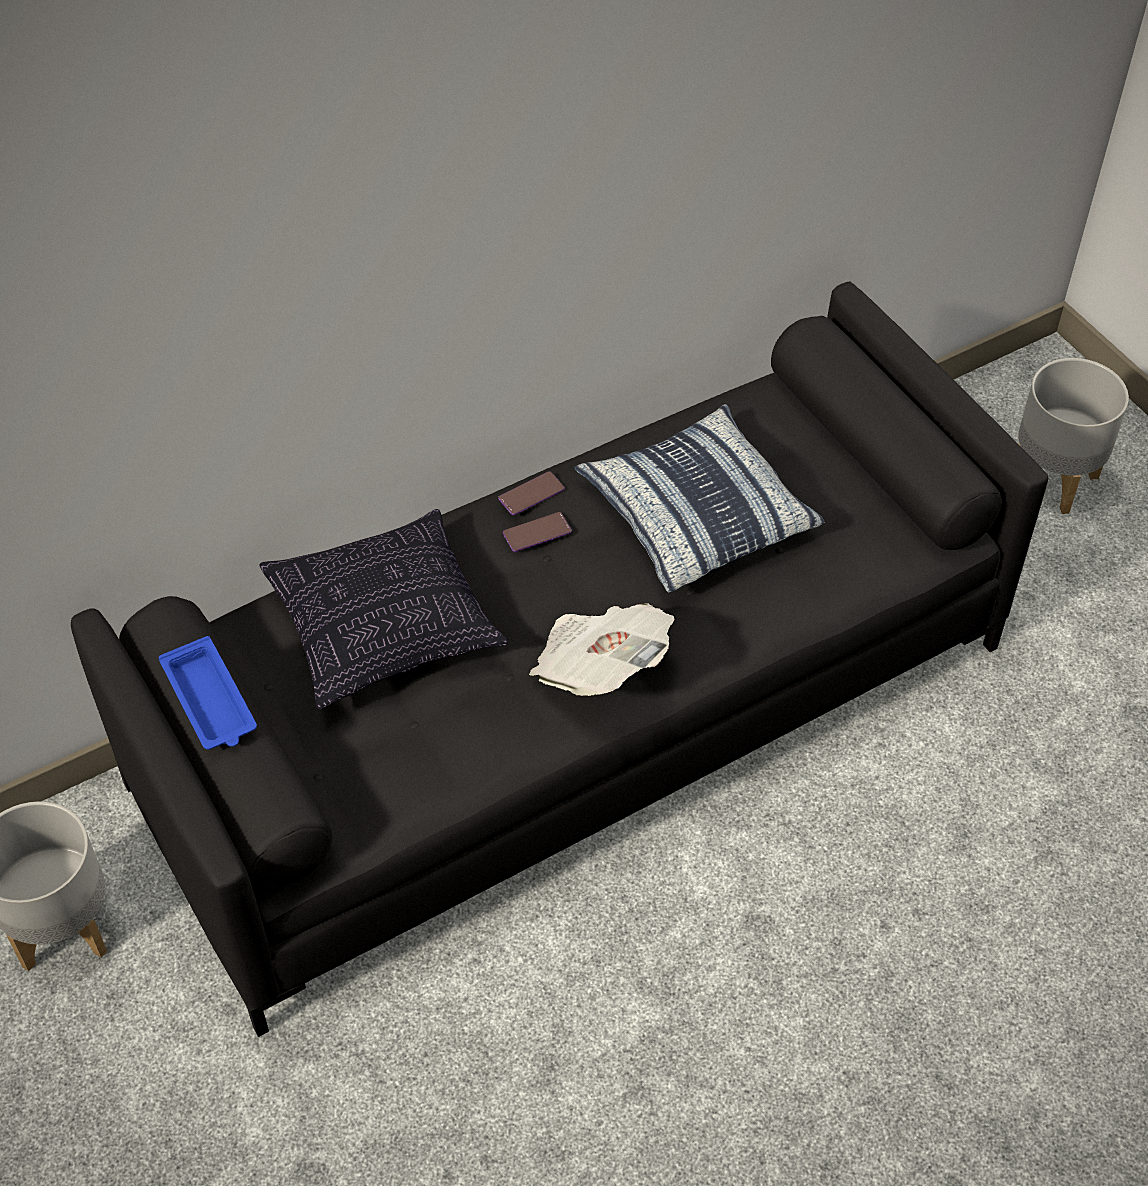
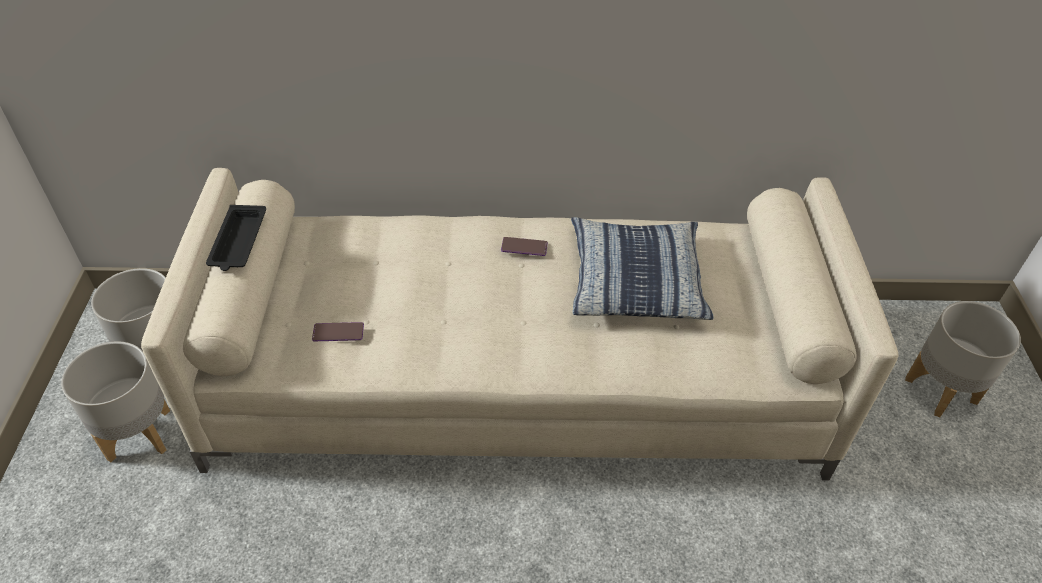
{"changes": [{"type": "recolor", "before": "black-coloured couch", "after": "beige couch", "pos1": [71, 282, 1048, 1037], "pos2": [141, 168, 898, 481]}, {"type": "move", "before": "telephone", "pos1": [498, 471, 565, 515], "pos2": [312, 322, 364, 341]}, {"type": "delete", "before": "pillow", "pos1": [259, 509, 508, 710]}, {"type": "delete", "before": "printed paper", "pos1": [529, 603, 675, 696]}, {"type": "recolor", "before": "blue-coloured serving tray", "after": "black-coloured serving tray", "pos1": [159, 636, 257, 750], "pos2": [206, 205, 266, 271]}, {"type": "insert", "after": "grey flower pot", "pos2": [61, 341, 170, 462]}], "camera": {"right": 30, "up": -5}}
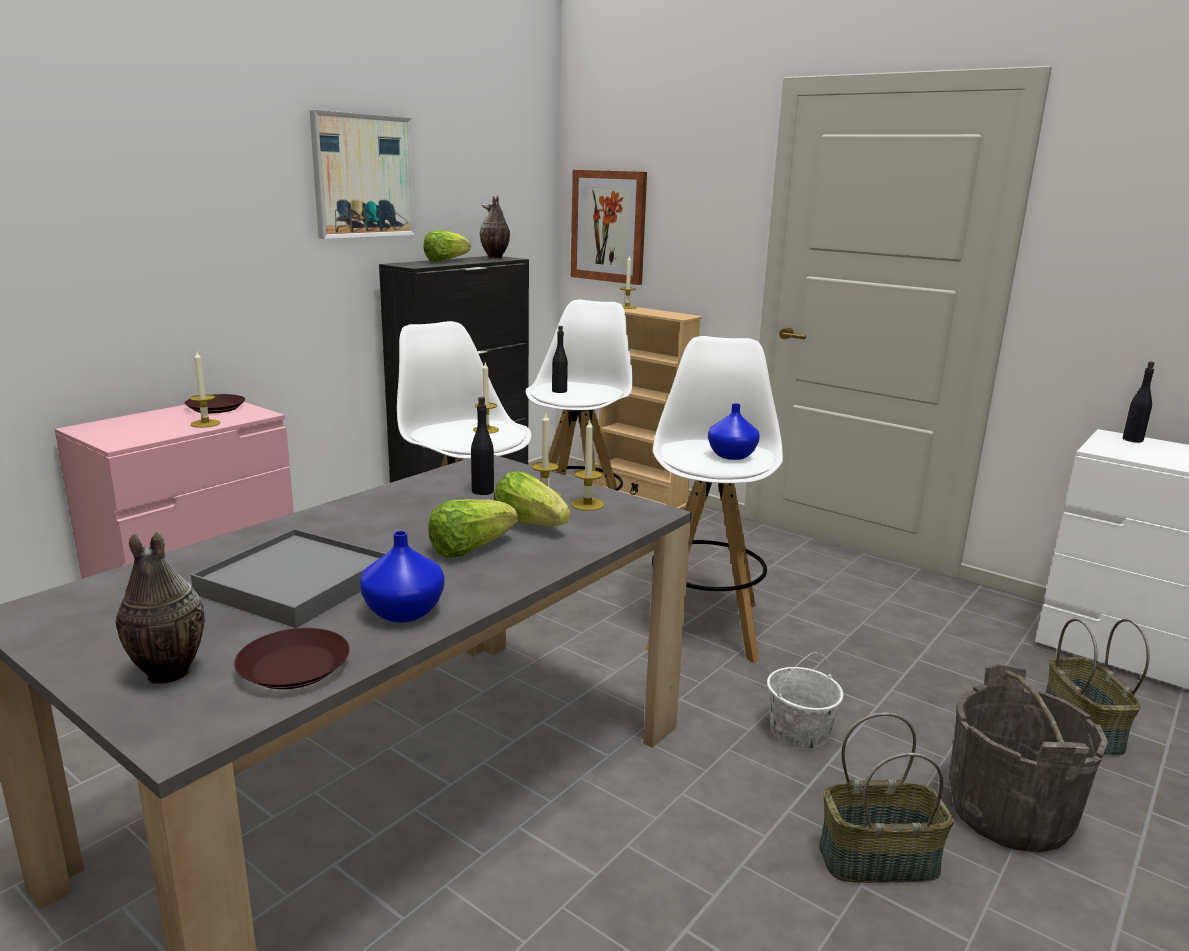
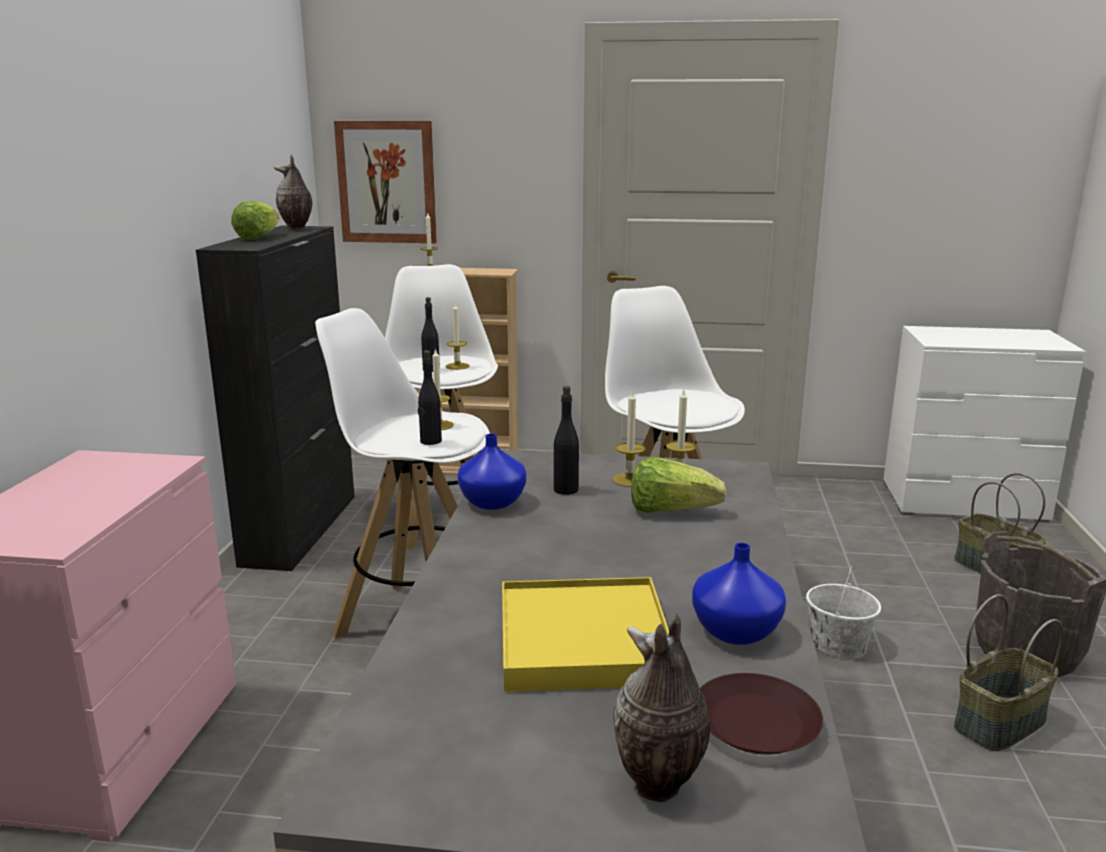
{"changes": [{"type": "delete", "before": "wall picture", "pos1": [309, 110, 416, 239]}, {"type": "move", "before": "candle", "pos1": [189, 352, 221, 428], "pos2": [446, 303, 470, 370]}, {"type": "move", "before": "black-coloured beverage bottle", "pos1": [1123, 362, 1155, 442], "pos2": [418, 350, 442, 445]}, {"type": "delete", "before": "brownish flat dish", "pos1": [185, 394, 245, 413]}, {"type": "move", "before": "blue-coloured decorative vase", "pos1": [708, 403, 760, 460], "pos2": [457, 434, 526, 510]}, {"type": "delete", "before": "head of lettuce", "pos1": [428, 499, 518, 558]}, {"type": "recolor", "before": "grey serving tray", "after": "yellowish serving tray", "pos1": [191, 529, 386, 628], "pos2": [502, 577, 669, 692]}], "camera": {"right": -30, "up": 0}}
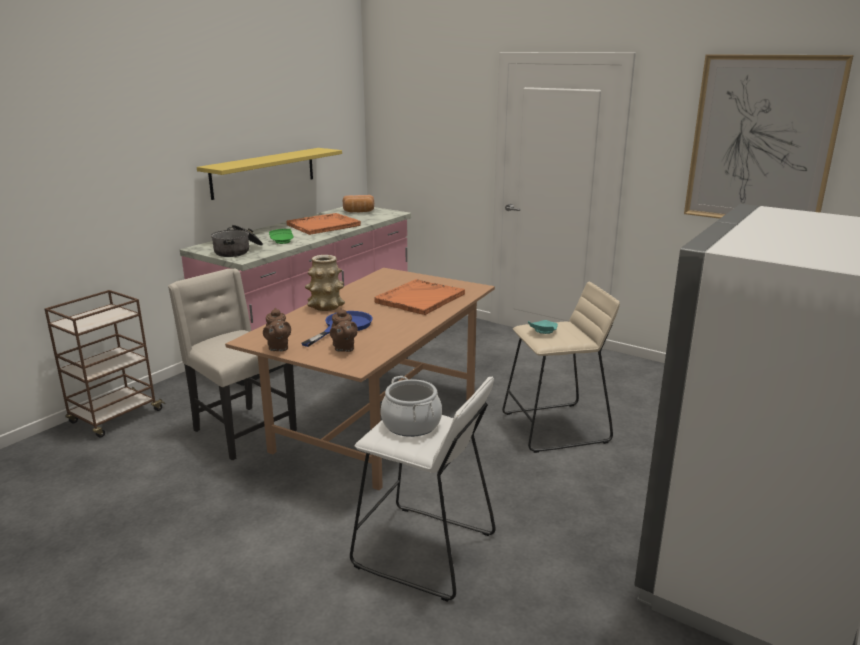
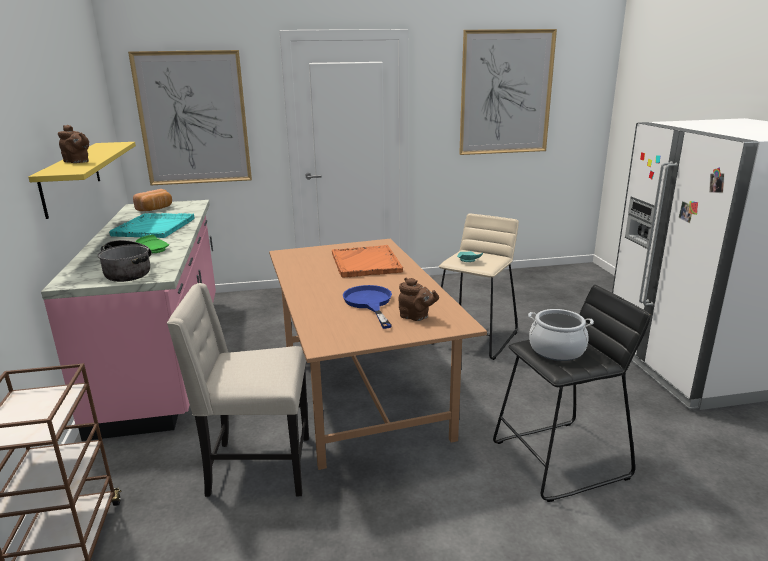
{"changes": [{"type": "recolor", "before": "orange-coloured serving tray", "after": "turquoise-coloured serving tray", "pos1": [287, 213, 361, 235], "pos2": [109, 213, 195, 238]}, {"type": "delete", "before": "decorative vase", "pos1": [305, 255, 345, 311]}, {"type": "move", "before": "brownish tea pot", "pos1": [263, 308, 291, 351], "pos2": [58, 125, 89, 163]}, {"type": "recolor", "before": "white-coloured stool", "after": "black-coloured stool", "pos1": [350, 376, 496, 602], "pos2": [493, 285, 651, 502]}, {"type": "insert", "after": "wall picture", "pos2": [128, 50, 252, 186]}], "camera": {"right": -45, "up": 0}}
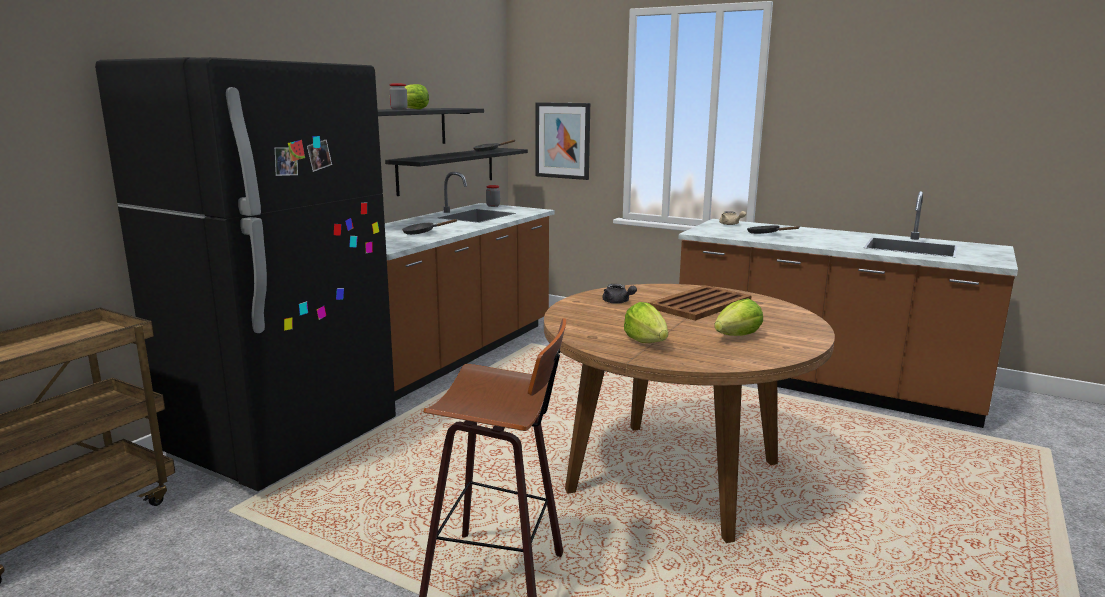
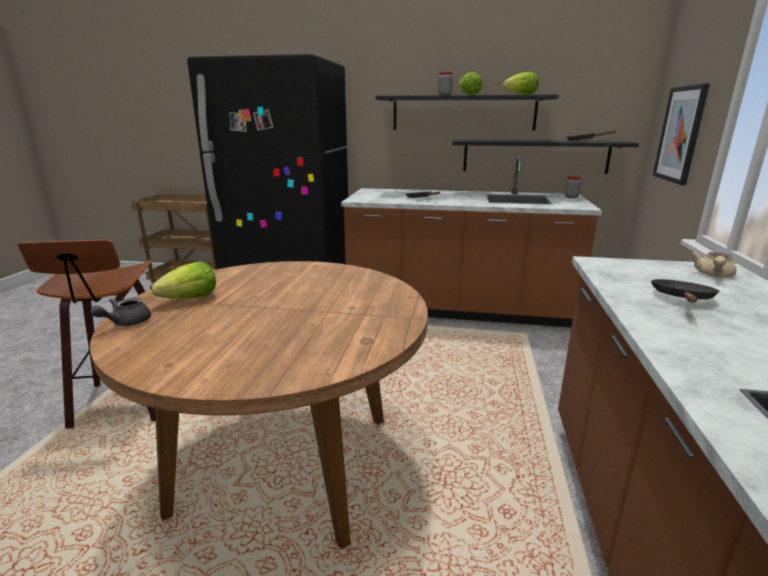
{"changes": [{"type": "move", "before": "grey tea pot", "pos1": [602, 284, 637, 304], "pos2": [90, 298, 151, 326]}, {"type": "delete", "before": "brownish serving tray", "pos1": [648, 285, 752, 321]}, {"type": "move", "before": "head of lettuce", "pos1": [714, 299, 763, 336], "pos2": [503, 72, 538, 95]}], "camera": {"right": 70, "up": 5}}
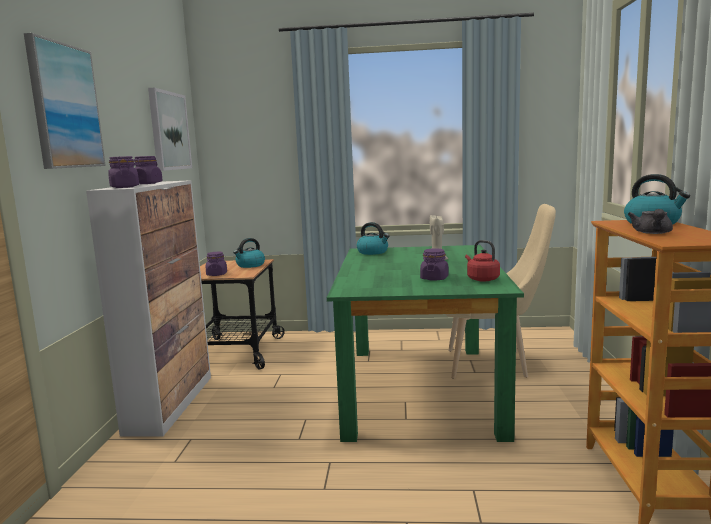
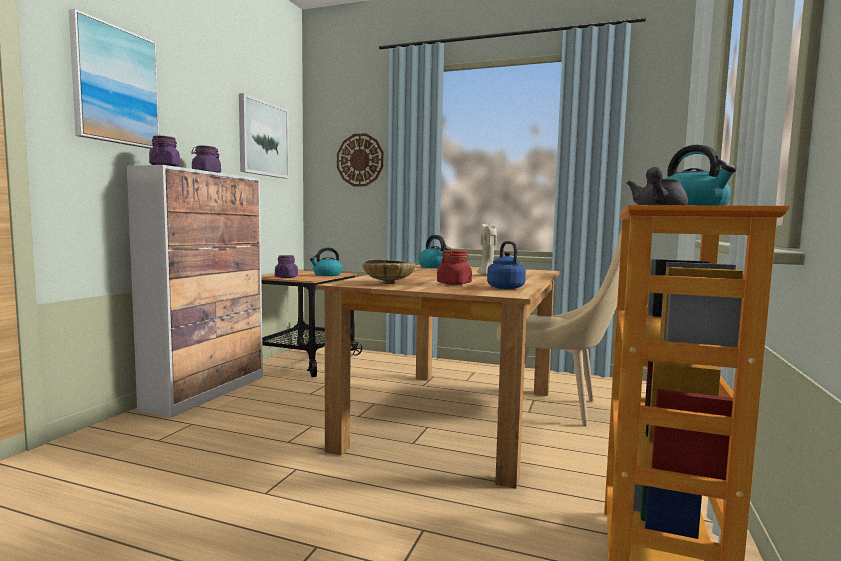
{"changes": [{"type": "recolor", "before": "reddish kettle", "after": "blue-coloured kettle", "pos1": [465, 240, 500, 282], "pos2": [487, 241, 526, 289]}, {"type": "recolor", "before": "greenish dinner table", "after": "brownish dinner table", "pos1": [327, 245, 524, 442], "pos2": [316, 264, 560, 489]}, {"type": "recolor", "before": "purplish jar", "after": "reddish jar", "pos1": [420, 248, 449, 281], "pos2": [437, 250, 472, 285]}, {"type": "insert", "after": "hanging clock", "pos2": [337, 133, 384, 186]}, {"type": "insert", "after": "beige deep dish", "pos2": [362, 259, 416, 284]}], "camera": {"right": 15, "up": -5}}
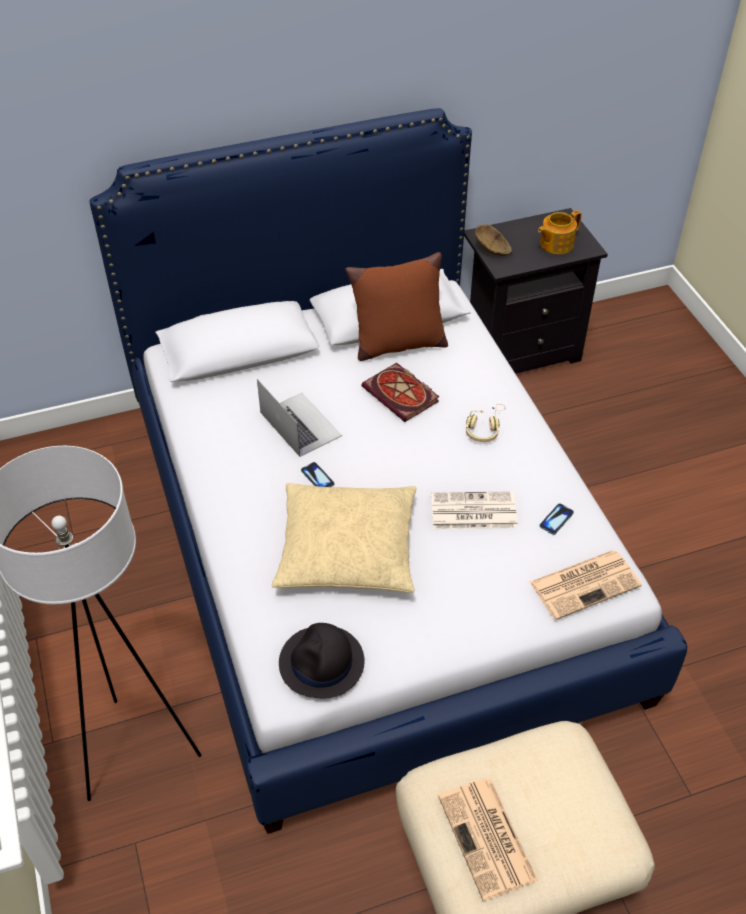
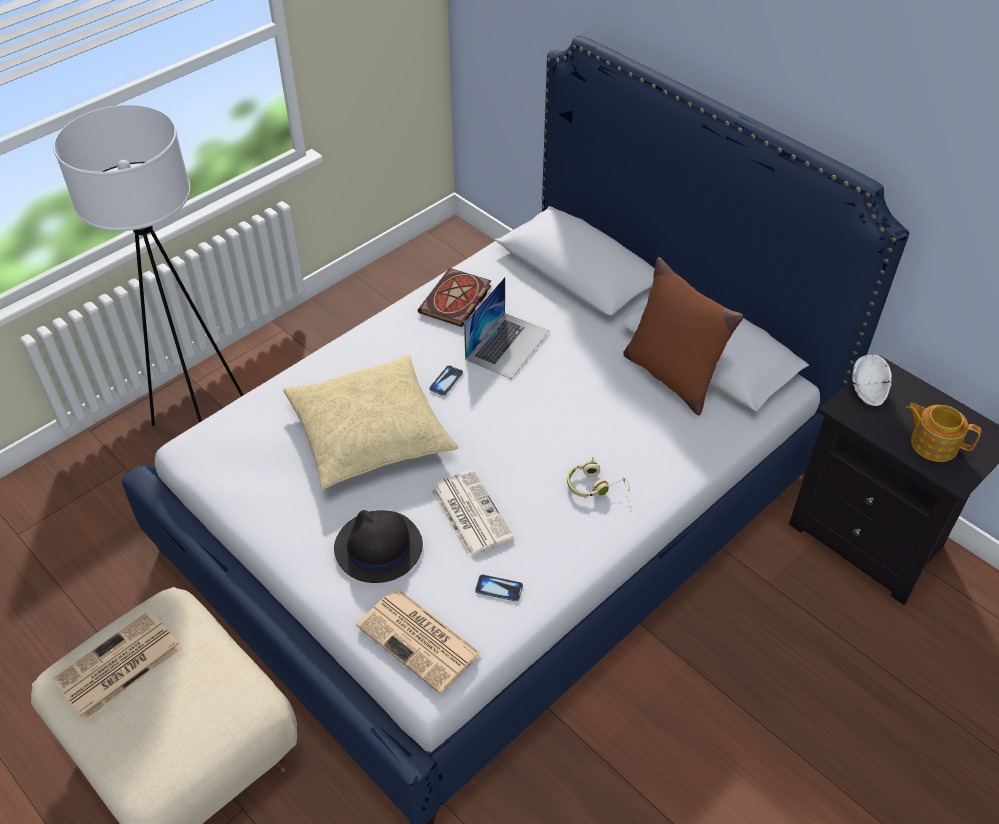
{"changes": [{"type": "recolor", "before": "brownish deep dish", "after": "white-coloured deep dish", "pos1": [475, 224, 512, 256], "pos2": [852, 354, 892, 406]}, {"type": "move", "before": "volume", "pos1": [361, 363, 439, 422], "pos2": [418, 268, 491, 327]}, {"type": "move", "before": "black-coloured clothing hat", "pos1": [279, 623, 365, 698], "pos2": [334, 510, 423, 583]}], "camera": {"right": 65, "up": 0}}
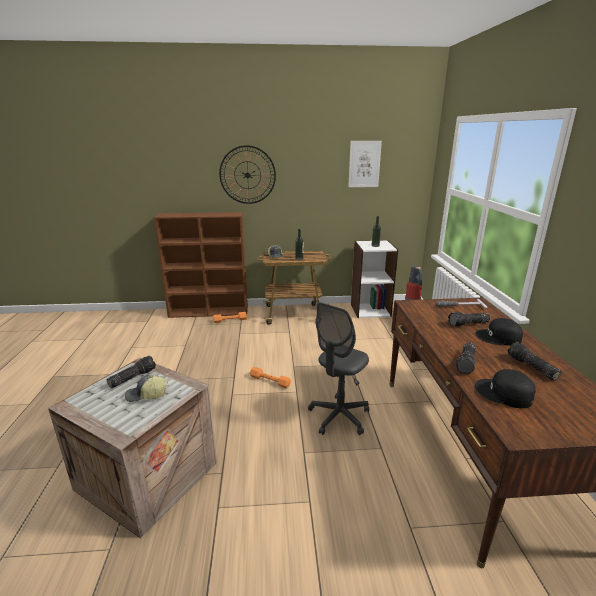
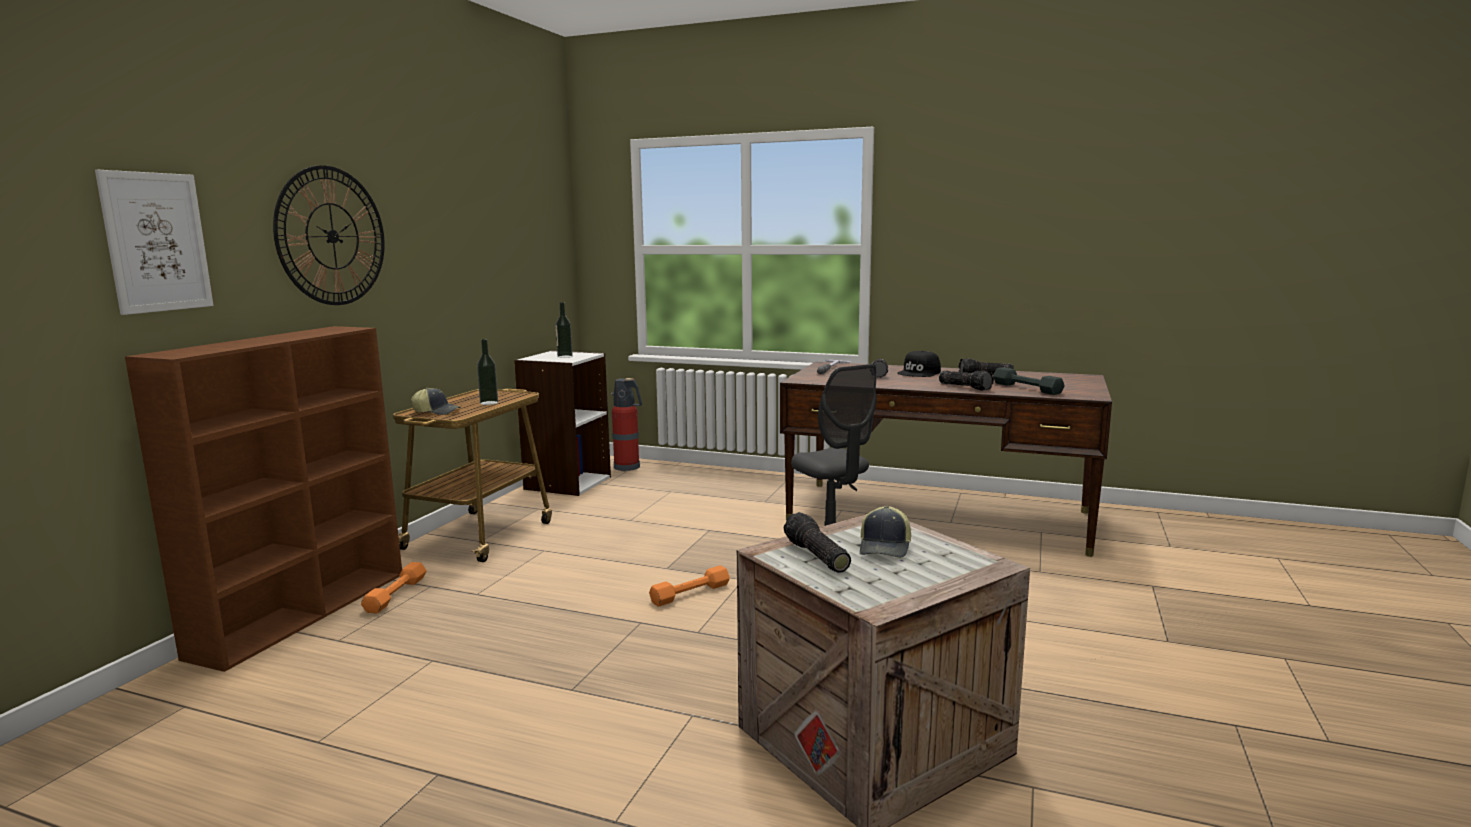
{"changes": [{"type": "move", "before": "wall picture", "pos1": [348, 141, 382, 187], "pos2": [95, 170, 213, 315]}, {"type": "replace", "before": "black-coloured baseball cap", "after": "grey dumbbell", "pos1": [475, 369, 536, 408], "pos2": [993, 367, 1065, 395]}], "camera": {"right": -65, "up": -10}}
